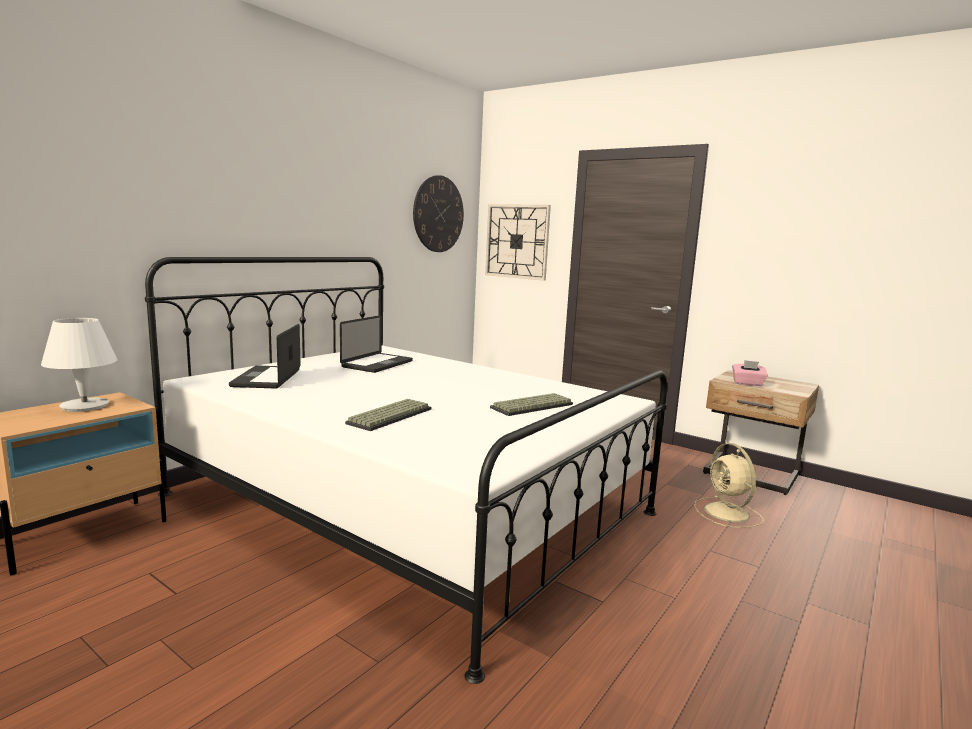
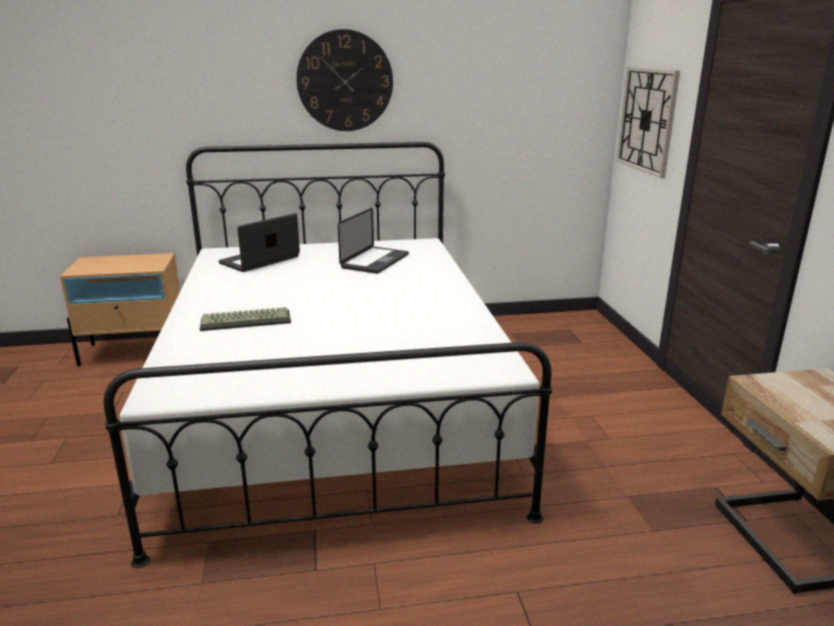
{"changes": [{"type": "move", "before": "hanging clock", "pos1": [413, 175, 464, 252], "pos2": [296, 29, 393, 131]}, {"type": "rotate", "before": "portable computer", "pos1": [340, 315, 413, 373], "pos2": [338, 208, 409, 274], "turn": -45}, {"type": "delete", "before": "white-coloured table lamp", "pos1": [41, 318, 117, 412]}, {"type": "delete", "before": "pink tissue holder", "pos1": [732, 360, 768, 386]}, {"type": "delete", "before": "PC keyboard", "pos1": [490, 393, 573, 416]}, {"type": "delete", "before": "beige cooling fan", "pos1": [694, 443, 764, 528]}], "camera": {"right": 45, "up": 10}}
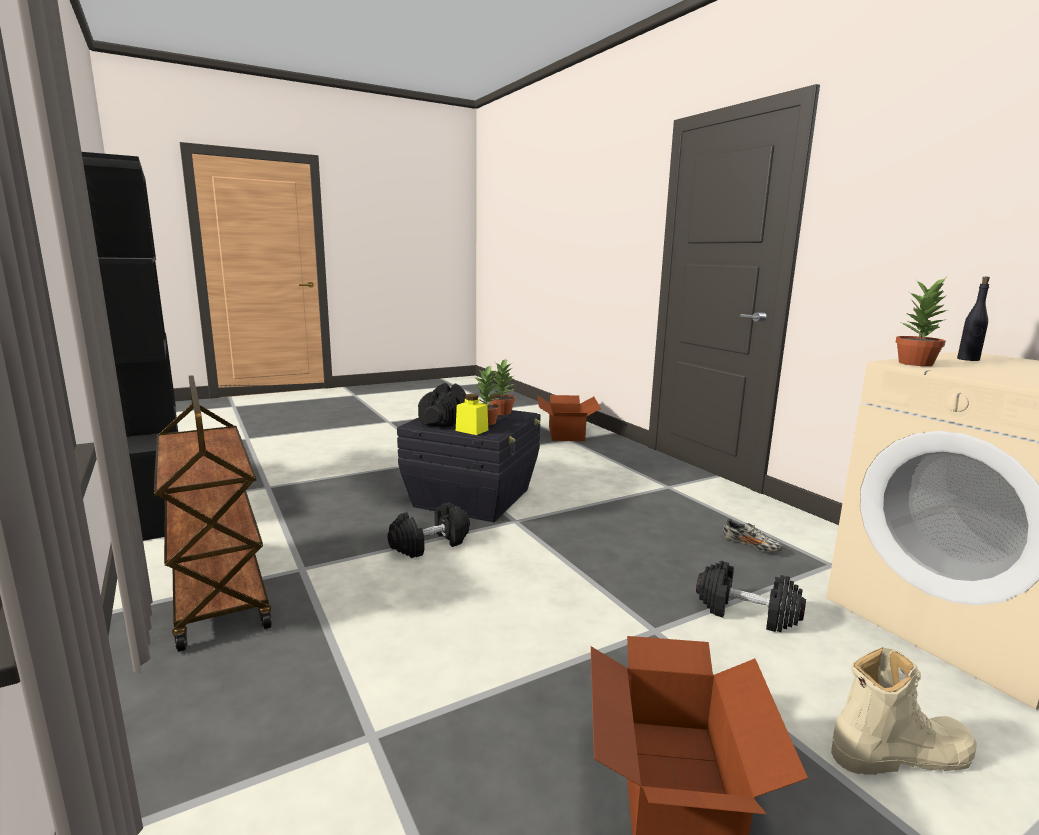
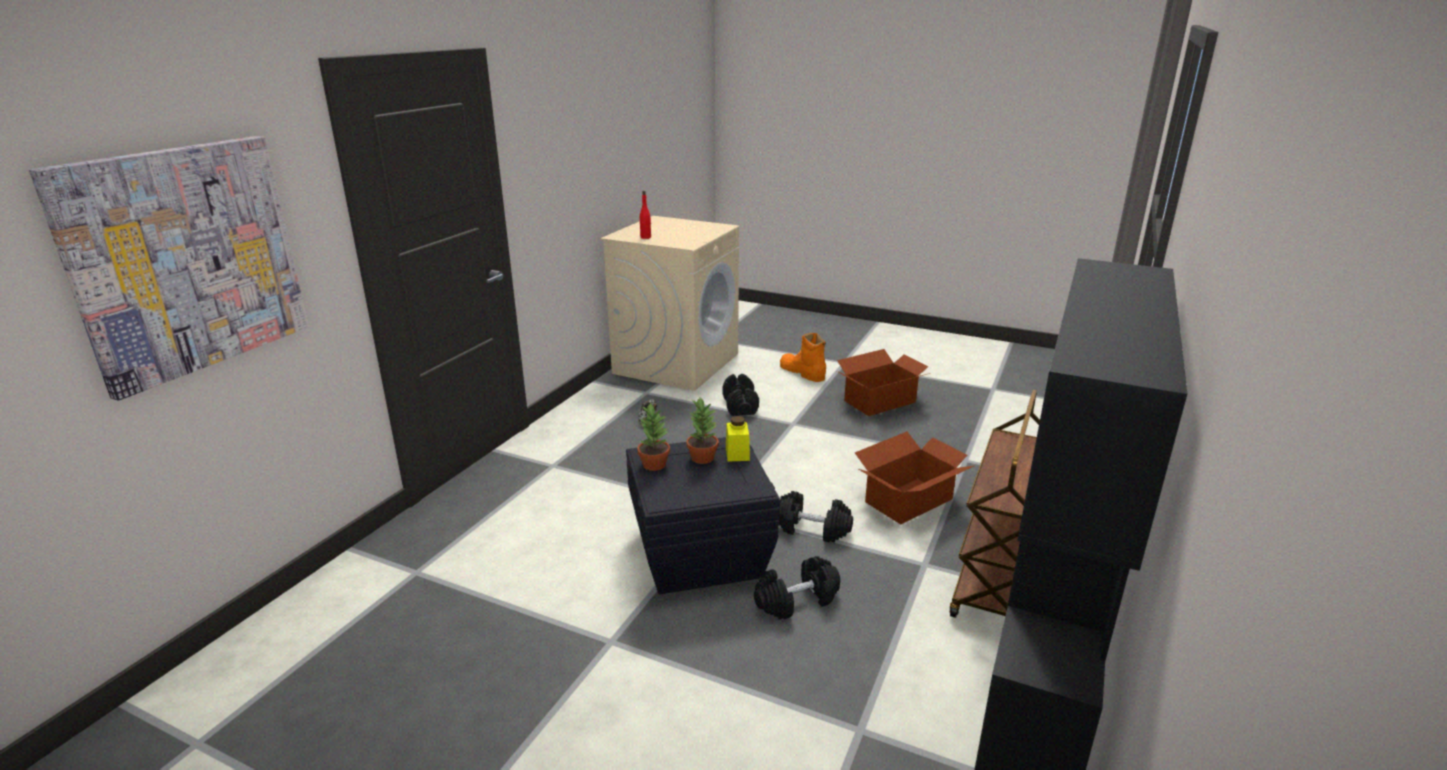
{"changes": [{"type": "recolor", "before": "black-coloured beverage bottle", "after": "reddish beverage bottle", "pos1": [957, 277, 990, 361], "pos2": [640, 191, 651, 239]}, {"type": "delete", "before": "plant in a pot", "pos1": [896, 278, 948, 366]}, {"type": "move", "before": "black-coloured dumbbell", "pos1": [418, 383, 466, 427], "pos2": [754, 556, 840, 619]}, {"type": "move", "before": "packing box", "pos1": [537, 395, 601, 441], "pos2": [855, 432, 974, 524]}, {"type": "recolor", "before": "beige high-top boot", "after": "orange-coloured high-top boot", "pos1": [831, 647, 977, 775], "pos2": [780, 333, 826, 382]}, {"type": "insert", "after": "wall picture", "pos2": [29, 136, 309, 401]}], "camera": {"right": -125, "up": 10}}
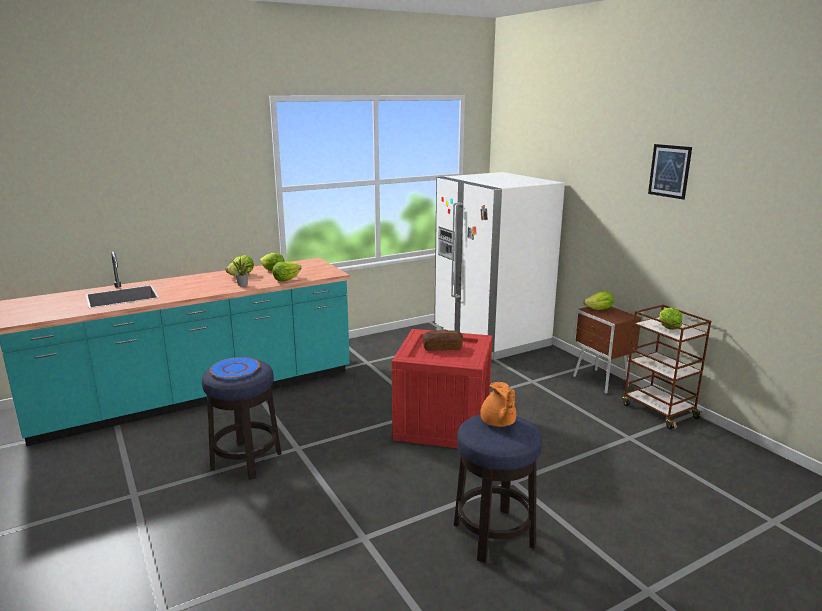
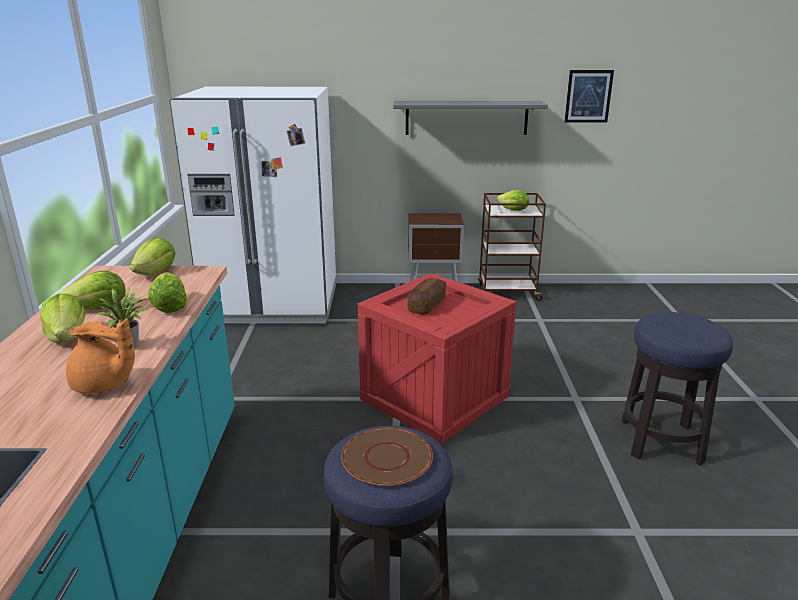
{"changes": [{"type": "move", "before": "wall picture", "pos1": [648, 144, 692, 200], "pos2": [564, 70, 614, 123]}, {"type": "move", "before": "head of lettuce", "pos1": [583, 291, 614, 310], "pos2": [130, 238, 176, 275]}, {"type": "recolor", "before": "blue-coloured flat dish", "after": "brownish flat dish", "pos1": [210, 357, 260, 379], "pos2": [341, 427, 433, 486]}, {"type": "move", "before": "orange-coloured tea pot", "pos1": [480, 382, 516, 427], "pos2": [66, 318, 135, 394]}, {"type": "insert", "after": "grey bracket shelf", "pos2": [393, 101, 548, 135]}], "camera": {"right": -60, "up": 5}}
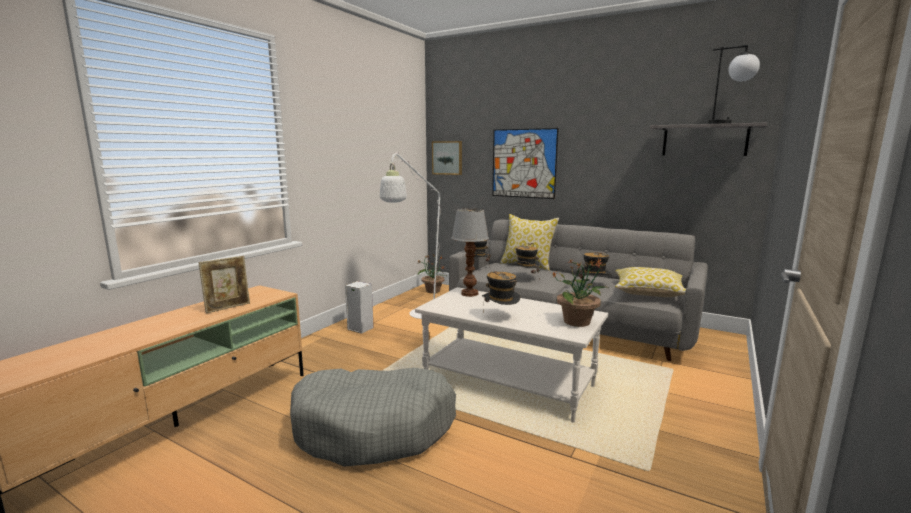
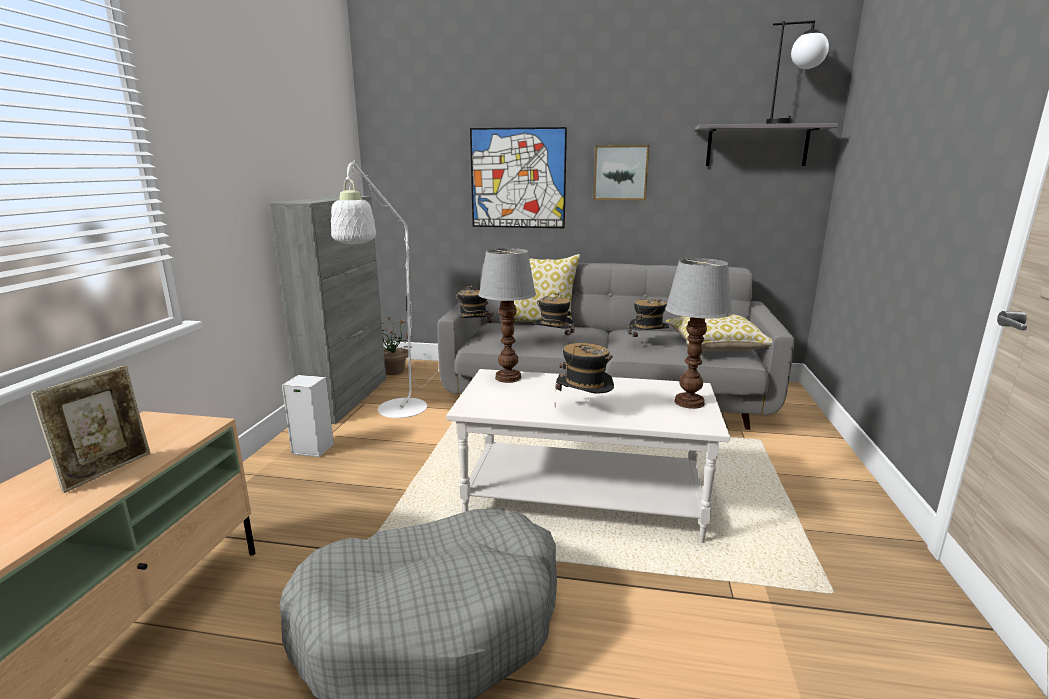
{"changes": [{"type": "move", "before": "wall picture", "pos1": [432, 141, 462, 175], "pos2": [593, 145, 649, 200]}, {"type": "replace", "before": "plant in a pot", "after": "table lamp", "pos1": [551, 259, 610, 327], "pos2": [665, 258, 733, 409]}, {"type": "insert", "after": "grey cabinet", "pos2": [270, 196, 386, 424]}], "camera": {"right": -20, "up": 5}}
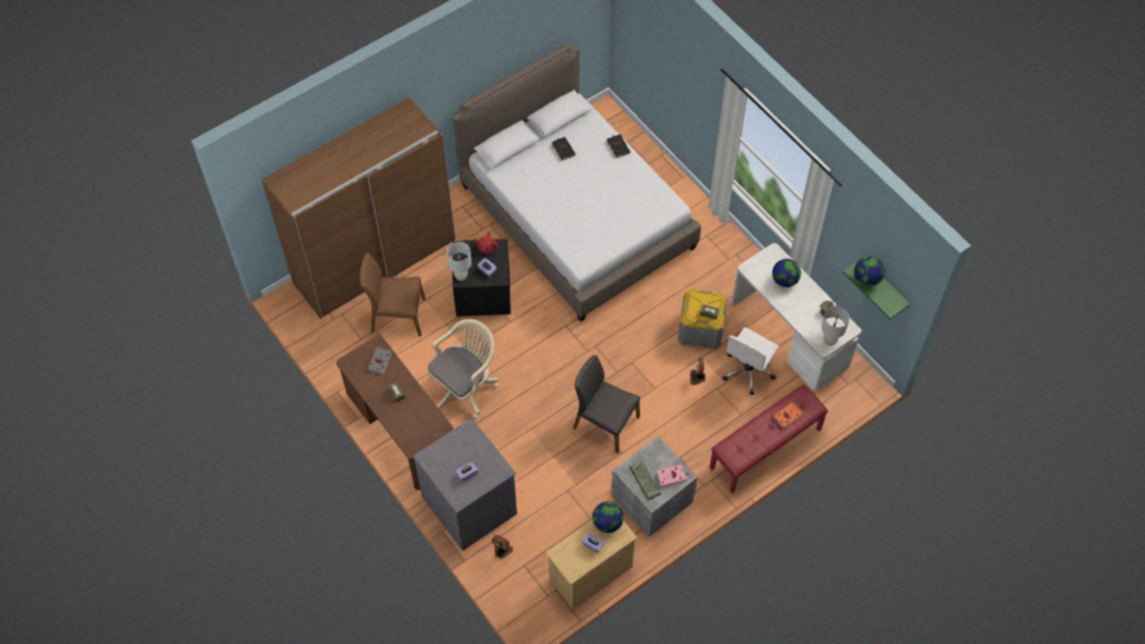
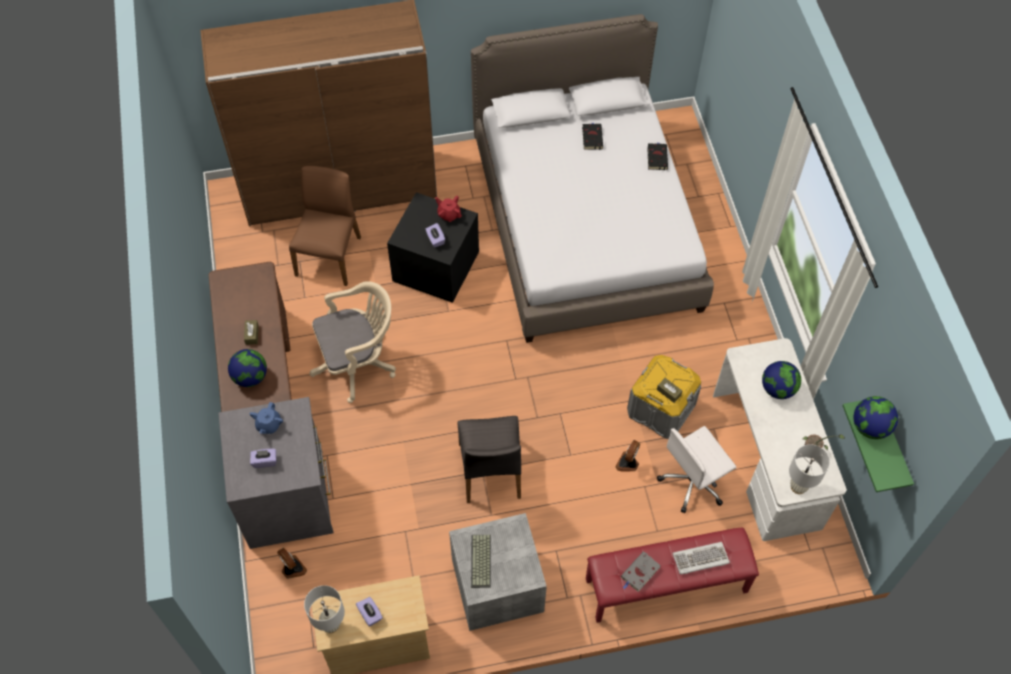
{"changes": [{"type": "move", "before": "white-coloured table lamp", "pos1": [446, 242, 472, 281], "pos2": [304, 585, 345, 633]}, {"type": "rotate", "before": "brownish plain chair", "pos1": [360, 253, 425, 337], "pos2": [289, 166, 361, 286], "turn": 75}, {"type": "move", "before": "grey volume", "pos1": [367, 347, 392, 376], "pos2": [621, 551, 661, 592]}, {"type": "rotate", "before": "grey plain chair", "pos1": [573, 355, 640, 454], "pos2": [458, 416, 521, 503], "turn": -150}, {"type": "replace", "before": "orange-coloured volume", "after": "PC keyboard", "pos1": [773, 402, 803, 429], "pos2": [673, 542, 730, 575]}, {"type": "delete", "before": "pink volume", "pos1": [656, 464, 690, 487]}, {"type": "move", "before": "desk globe", "pos1": [592, 501, 624, 533], "pos2": [228, 349, 267, 387]}, {"type": "insert", "after": "blue-coloured tea pot", "pos2": [250, 402, 283, 434]}], "camera": {"right": 25, "up": 0}}
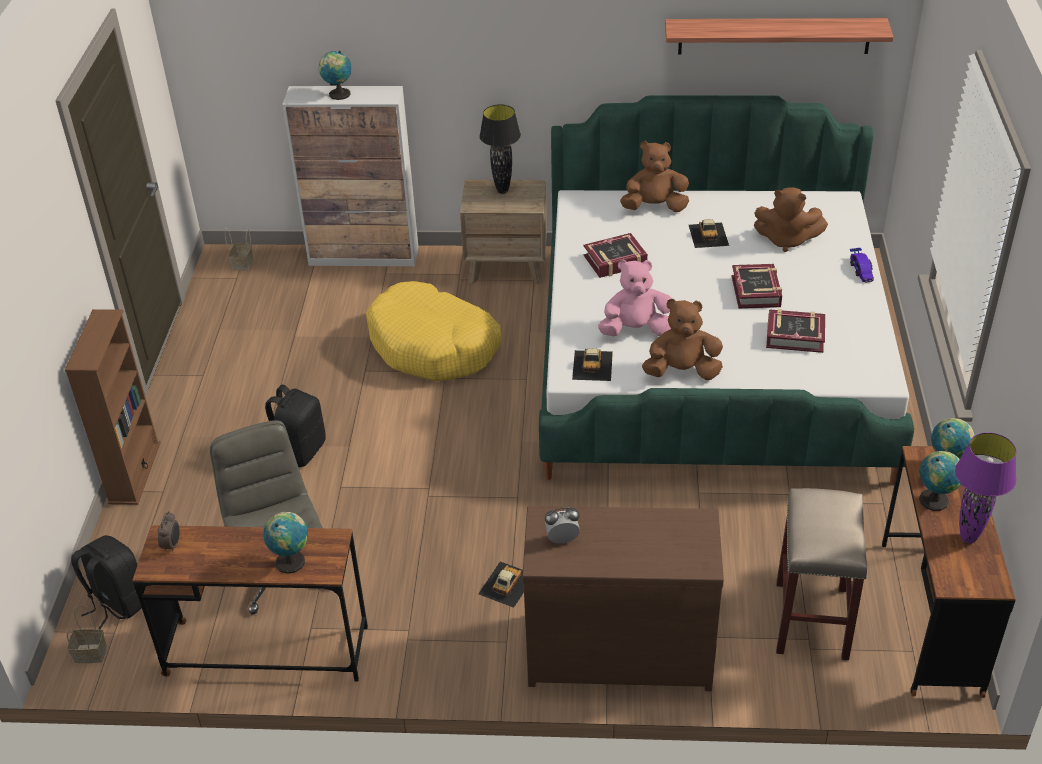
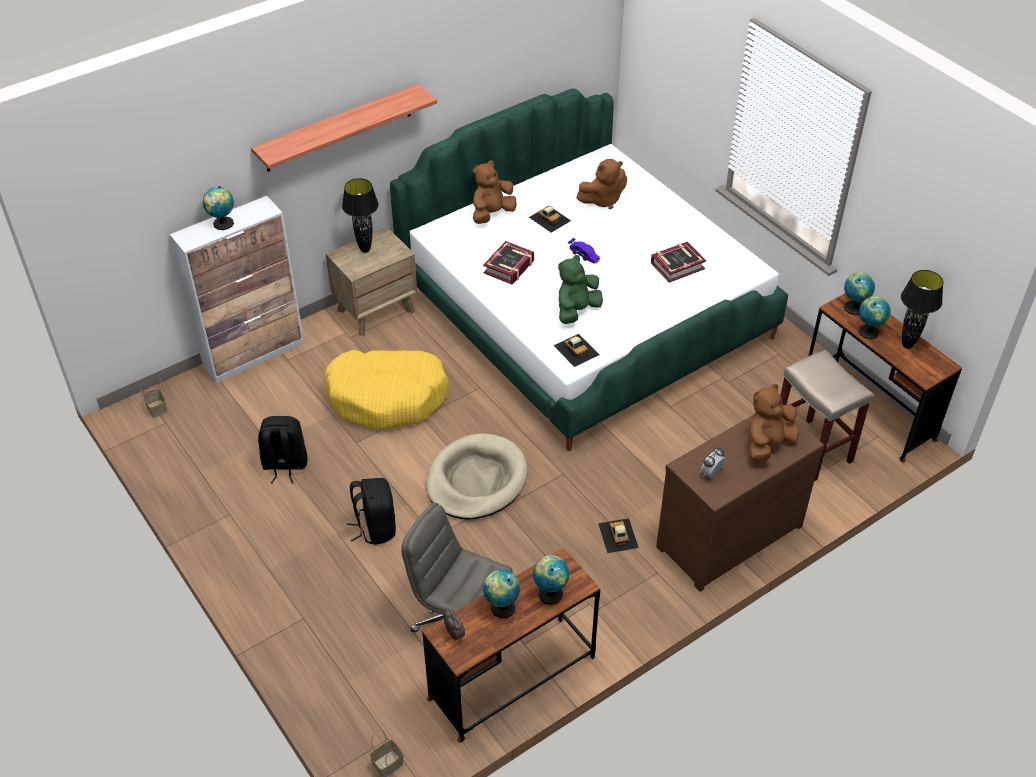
{"changes": [{"type": "move", "before": "bracket shelf", "pos1": [665, 18, 894, 54], "pos2": [251, 84, 437, 172]}, {"type": "move", "before": "miniature car", "pos1": [850, 248, 874, 283], "pos2": [568, 238, 600, 264]}, {"type": "recolor", "before": "pink plush toy", "after": "greenish plush toy", "pos1": [598, 259, 672, 336], "pos2": [558, 255, 603, 324]}, {"type": "delete", "before": "volume", "pos1": [731, 264, 782, 309]}, {"type": "move", "before": "brownish plush toy", "pos1": [642, 299, 723, 380], "pos2": [748, 384, 799, 461]}, {"type": "delete", "before": "brownish bookcase", "pos1": [65, 309, 161, 505]}, {"type": "recolor", "before": "purplish table lamp", "after": "black-coloured table lamp", "pos1": [955, 432, 1016, 544], "pos2": [901, 270, 943, 349]}, {"type": "move", "before": "black-coloured backpack", "pos1": [71, 535, 142, 629], "pos2": [258, 416, 308, 484]}, {"type": "insert", "after": "beige dog cushion", "pos2": [426, 433, 528, 520]}, {"type": "insert", "after": "desk globe", "pos2": [483, 570, 520, 618]}], "camera": {"right": -40, "up": 5}}
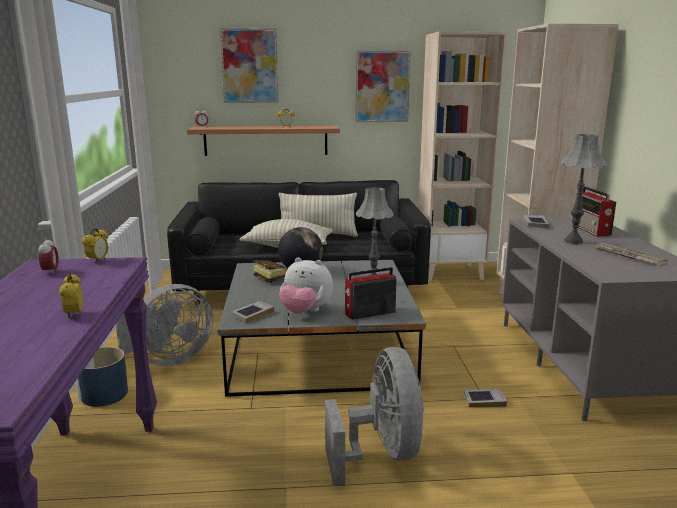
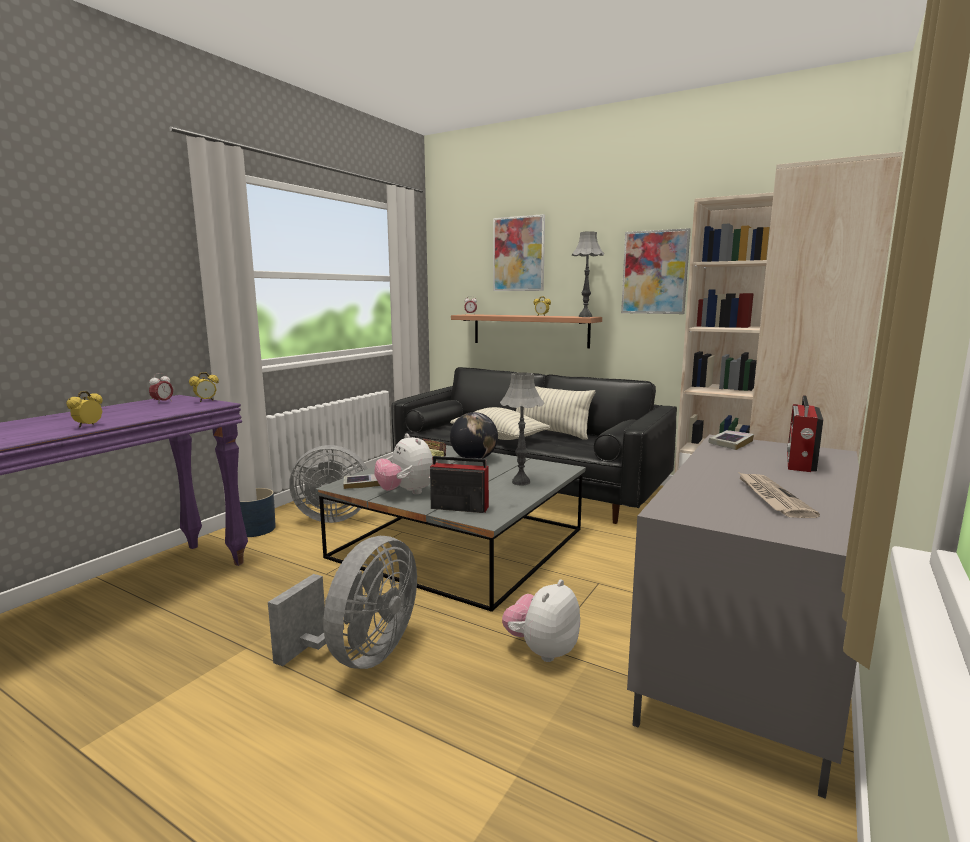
{"changes": [{"type": "move", "before": "grey table lamp", "pos1": [561, 134, 607, 245], "pos2": [572, 231, 604, 317]}, {"type": "replace", "before": "volume", "after": "plush toy", "pos1": [464, 389, 507, 407], "pos2": [502, 579, 580, 662]}], "camera": {"right": 35, "up": -5}}
